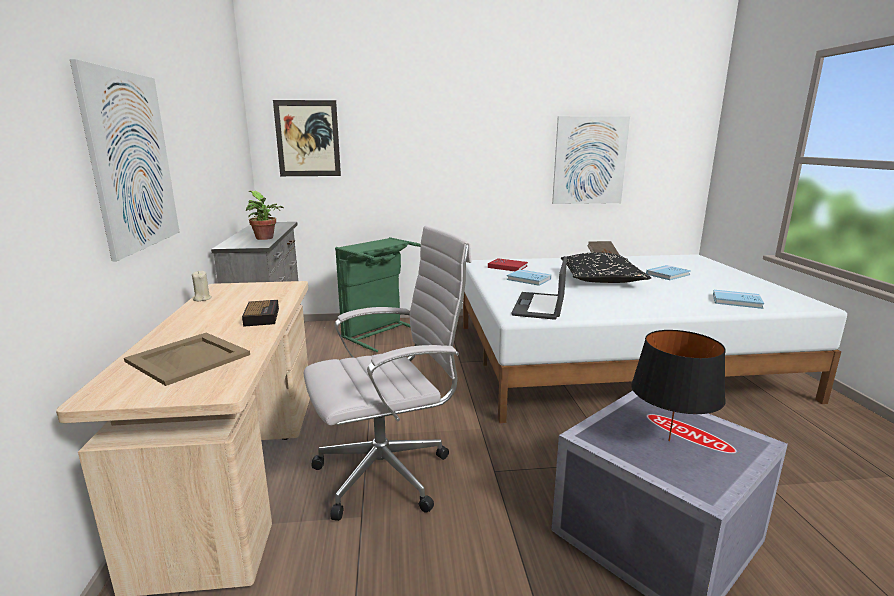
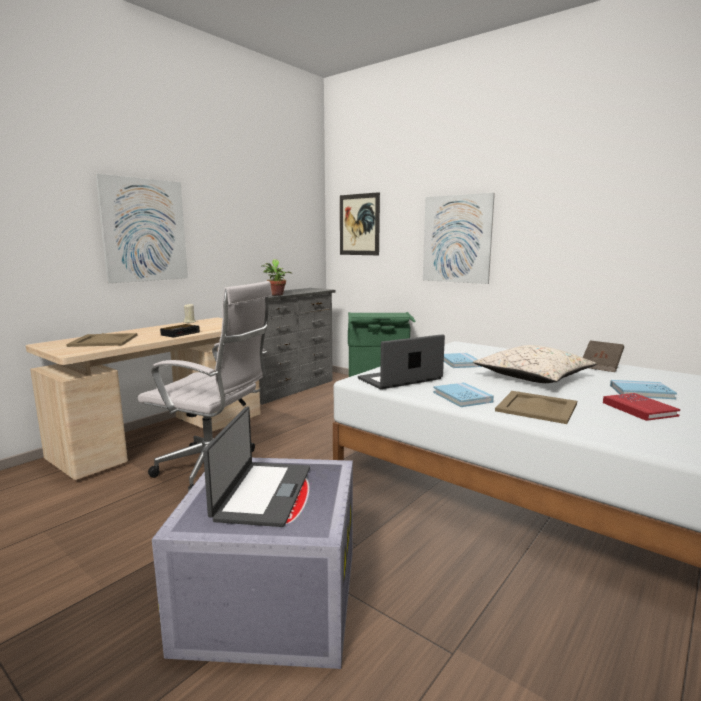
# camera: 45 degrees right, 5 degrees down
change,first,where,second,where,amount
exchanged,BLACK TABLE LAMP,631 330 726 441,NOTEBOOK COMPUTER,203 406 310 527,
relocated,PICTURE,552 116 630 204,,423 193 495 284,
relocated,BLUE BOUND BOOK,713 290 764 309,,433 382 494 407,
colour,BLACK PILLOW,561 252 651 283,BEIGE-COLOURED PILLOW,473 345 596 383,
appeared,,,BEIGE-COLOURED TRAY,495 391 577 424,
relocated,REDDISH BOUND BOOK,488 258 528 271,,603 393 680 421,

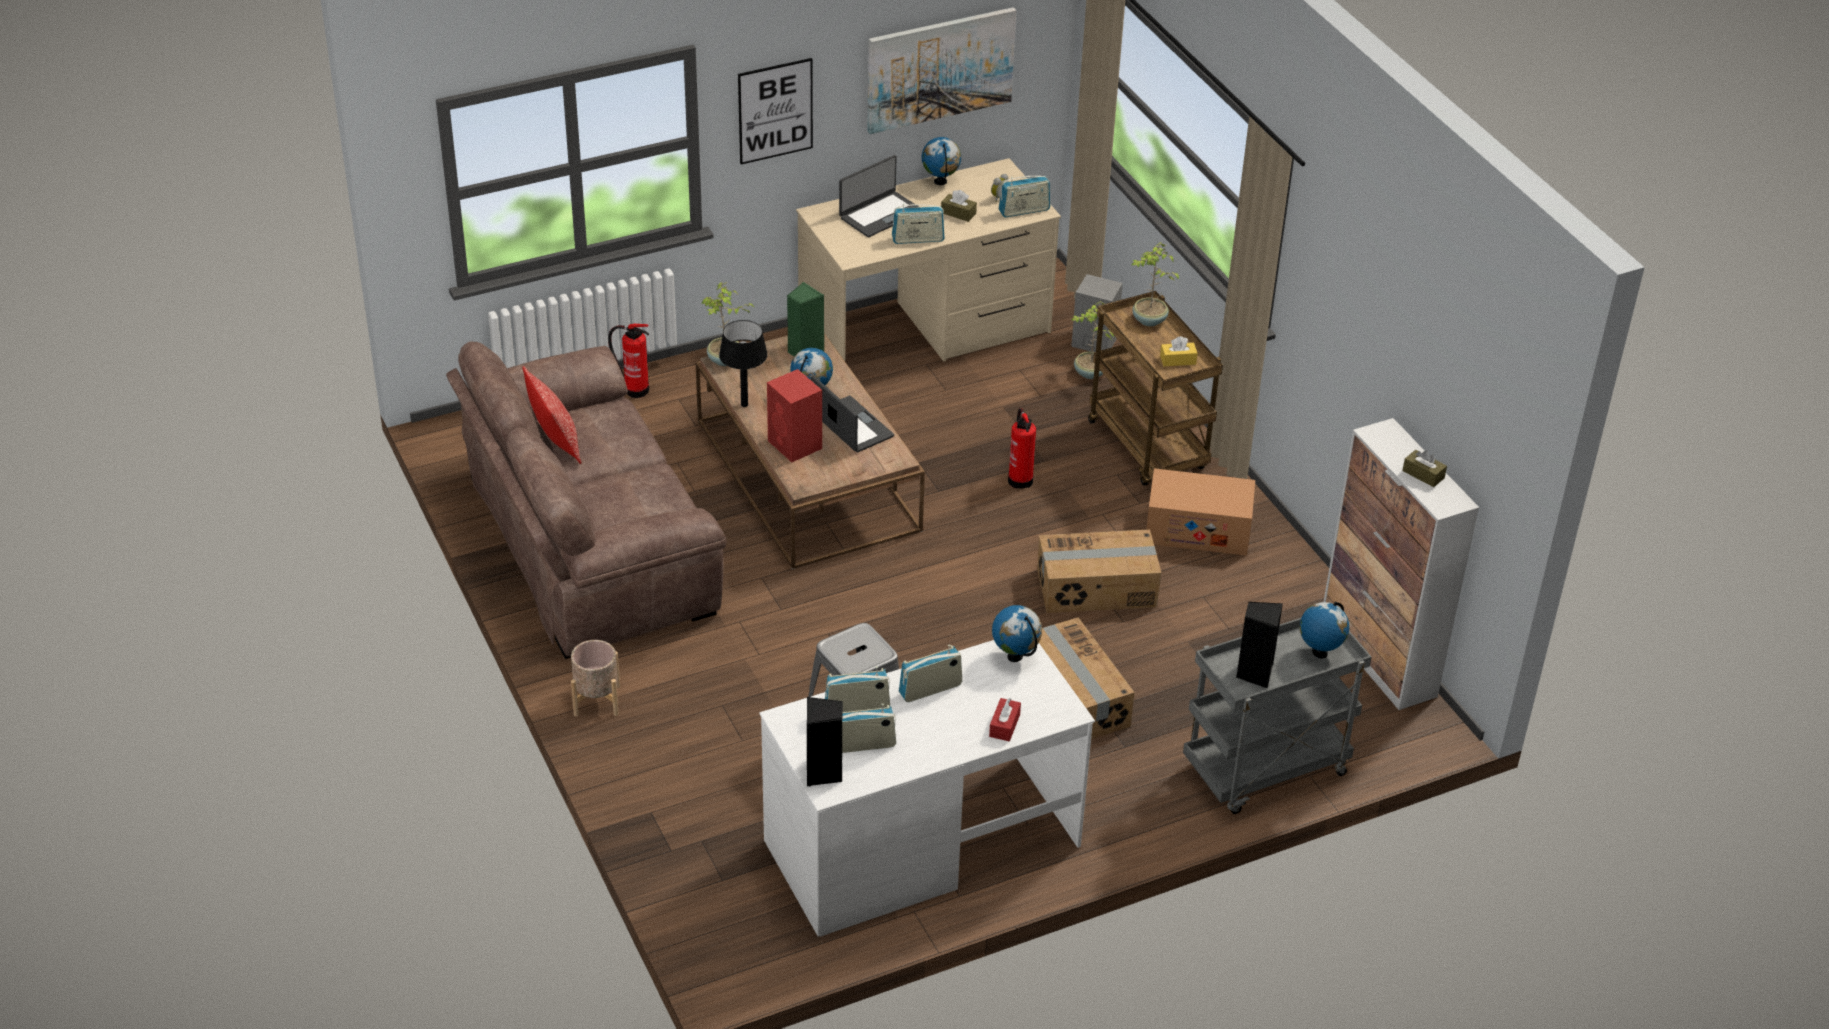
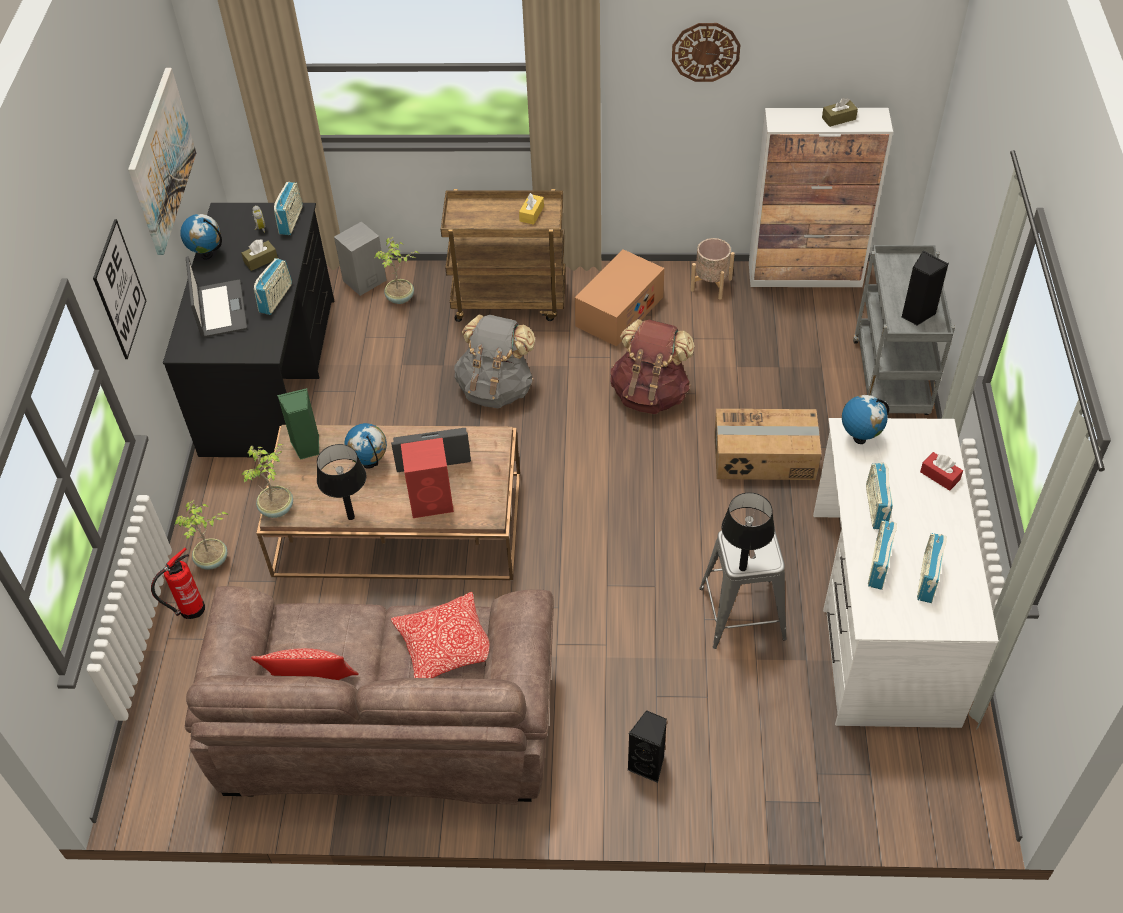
# camera: 60 degrees left, 10 degrees up
change,first,where,second,where,amount
colour,BEIGE-COLOURED DESK TABLE,796 158 1061 362,BLACK DESK TABLE,163 203 334 457,
relocated,HOUSEPLANT,1132 242 1179 326,,174 500 228 570,
appeared,,,PILLOW,391 592 489 678,
exchanged,EXTINGUISHER,1008 408 1036 489,GRAY RUCKSACK,454 315 535 408,
exchanged,CARDBOARD BOX,1037 529 1161 613,BROWN-COLOURED RUCKSACK,610 319 695 414,
relocated,BLACK SPEAKER,807 697 843 786,,628 710 667 783,
appeared,,,HANGING CLOCK,672 23 740 82,
relocated,BEIGE-COLOURED PLANTER,571 640 620 717,,691 238 735 300,
appeared,,,BLACK TABLE LAMP,722 492 775 571,
missing,GLOBE,1300 602 1349 658,,,

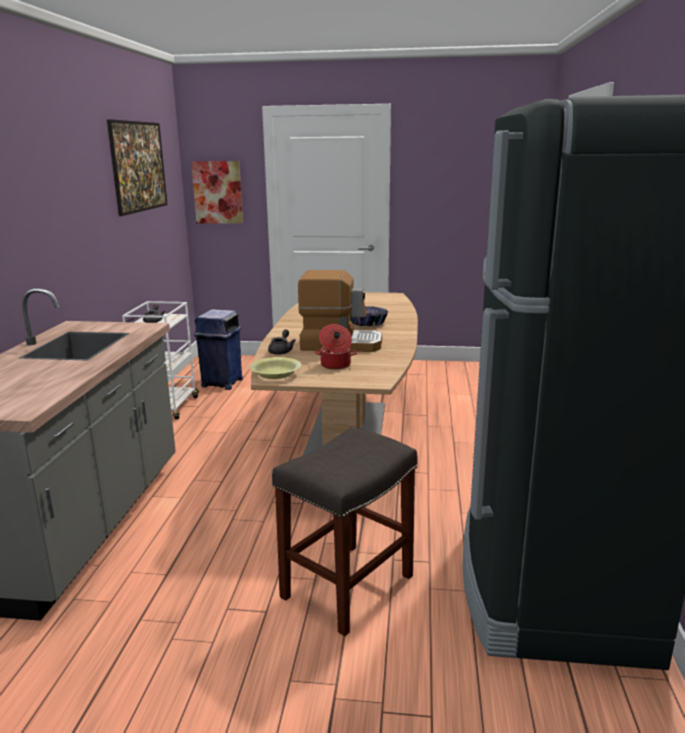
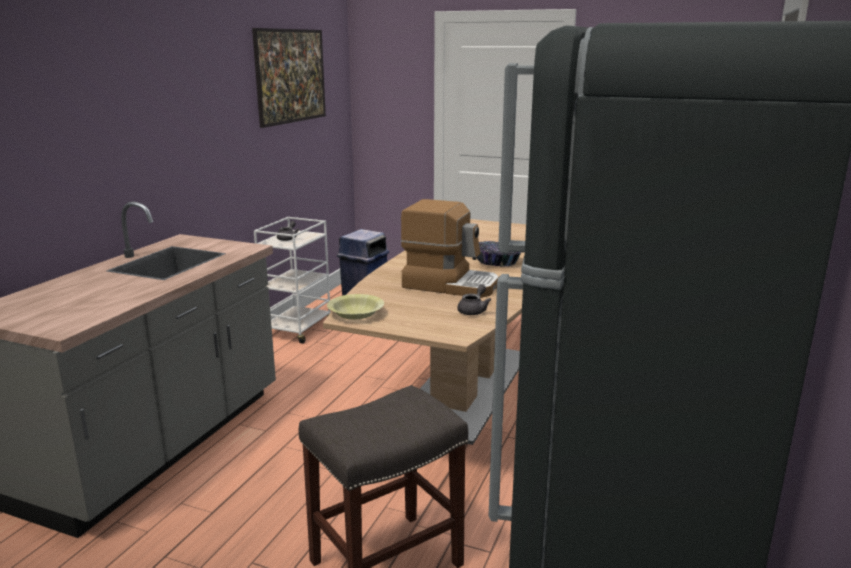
# camera: 15 degrees right, 0 degrees up
change,first,where,second,where,amount
relocated,GRAY POT FOR TEA,268 330 296 355,,457 284 491 315,
missing,PICTURE,191 161 243 224,,,
missing,COOKING POT,314 324 357 370,,,

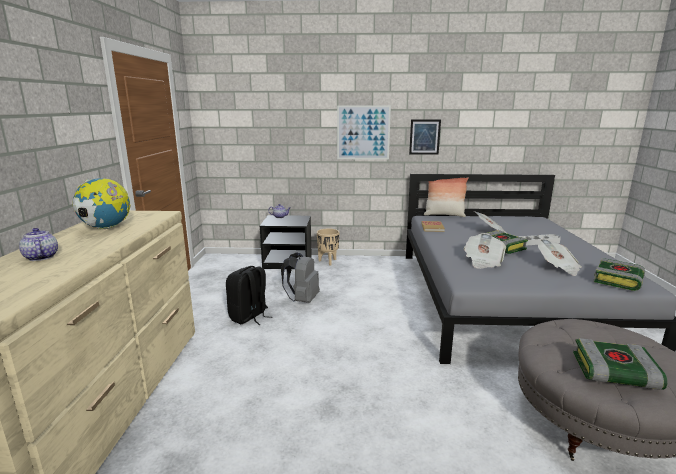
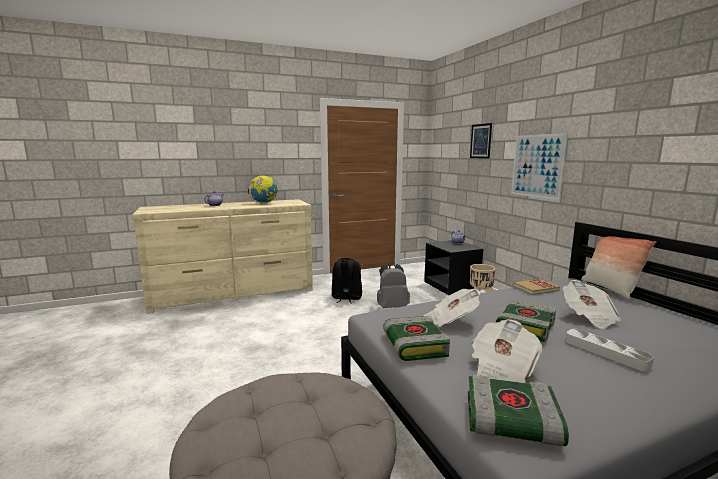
# camera: 65 degrees right, 5 degrees down
change,first,where,second,where,amount
relocated,BOUND BOOK,573 338 667 390,,383 316 450 361,
relocated,PICTURE,409 120 441 155,,470 123 492 159,

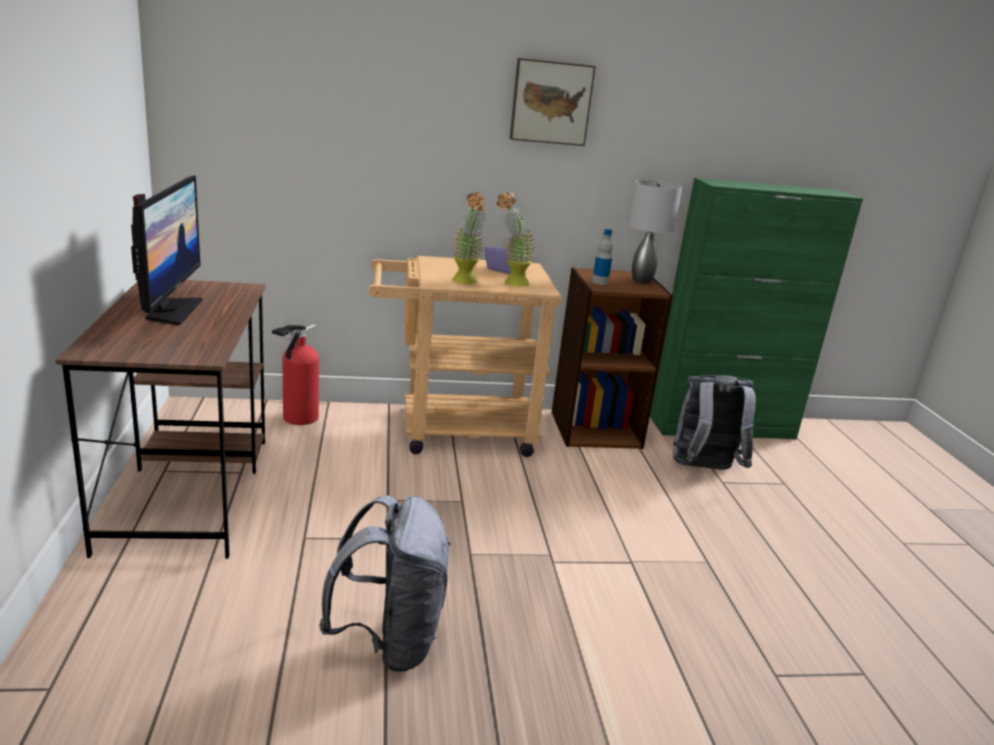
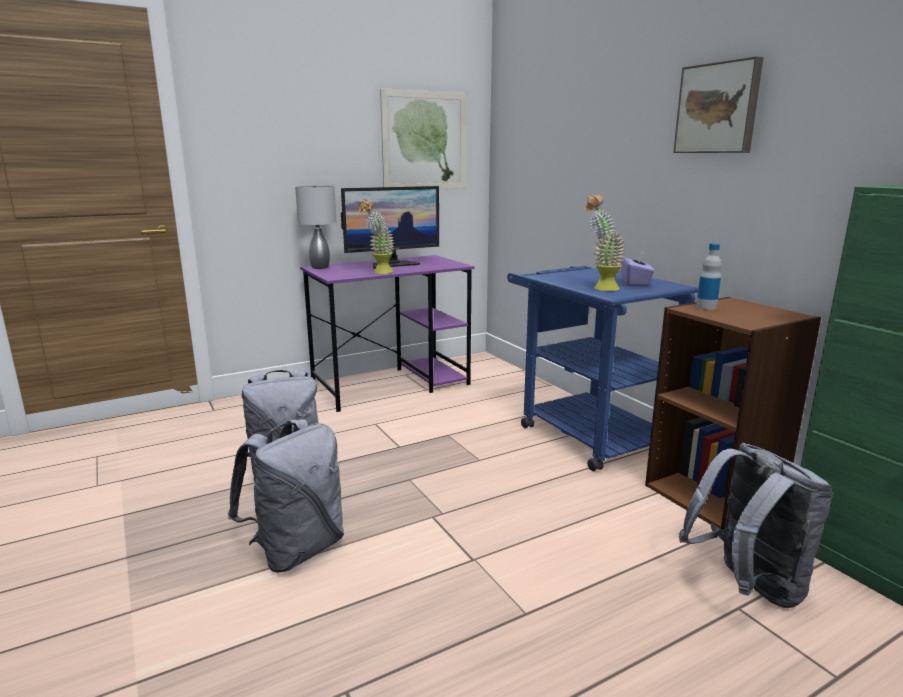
# camera: 70 degrees right, 5 degrees down
change,first,where,second,where,amount
appeared,,,GRAY RUCKSACK,228 419 344 573,
relocated,GRAY TABLE LAMP,628 180 682 283,,295 185 337 269,
colour,BROWN-COLOURED DESK TABLE,55 280 266 559,PURPLISH DESK TABLE,300 255 475 412,
relocated,HOUSEPLANT,451 192 486 284,,358 199 395 274,
appeared,,,PICTURE,380 89 466 189,
colour,BEIGE-COLOURED CART,368 256 562 457,BLUE CART,507 266 698 471,
missing,EXTINGUISHER,272 324 319 425,,,

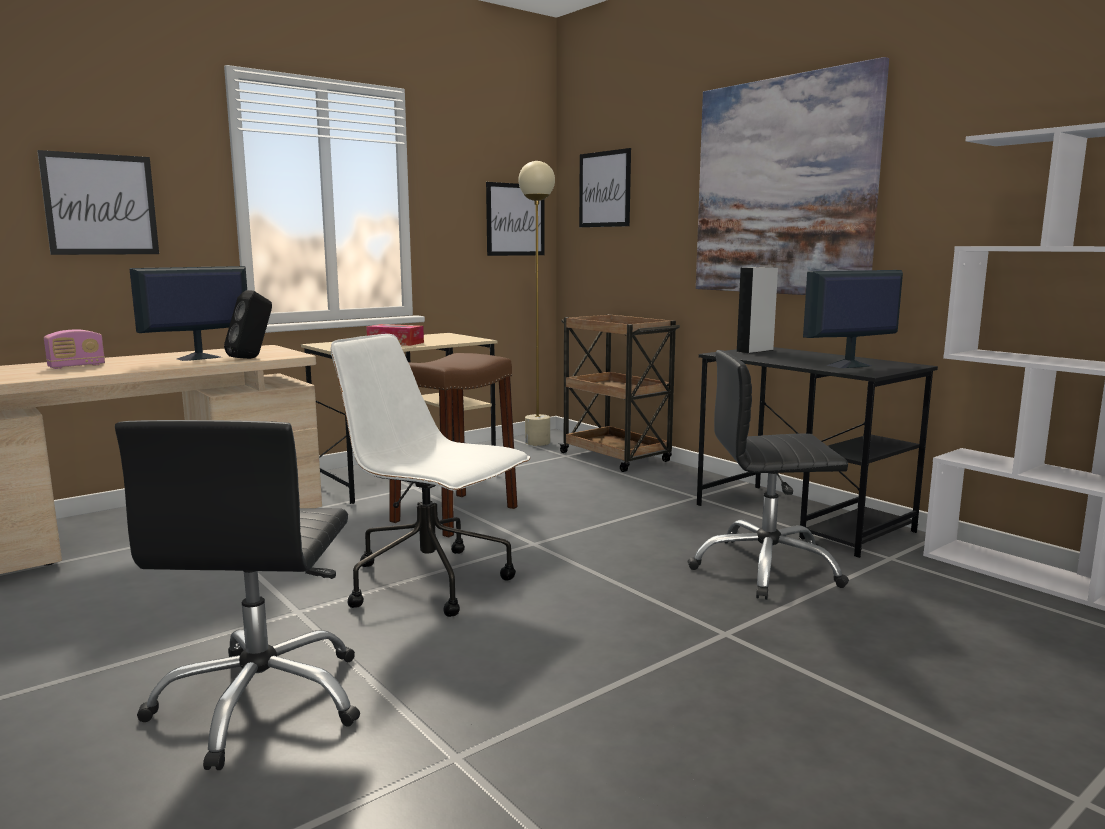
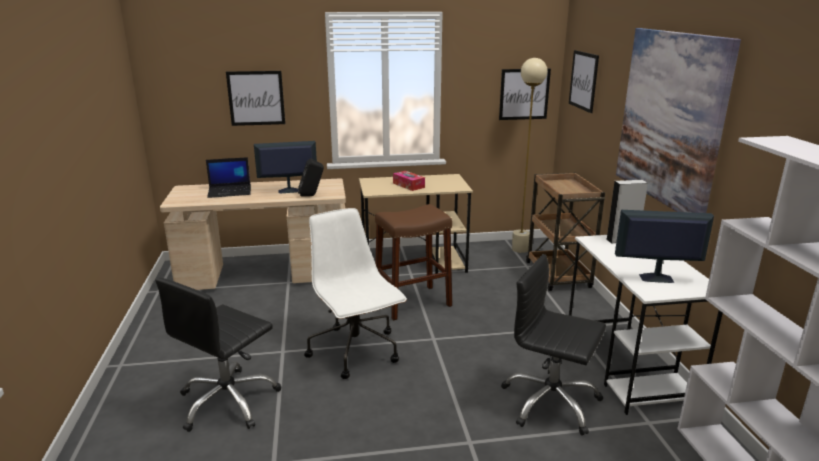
# camera: 30 degrees right, 10 degrees up
change,first,where,second,where,amount
exchanged,RADIO,44 330 105 369,NOTEBOOK COMPUTER,206 157 251 198,
colour,BLACK DESK TABLE,696 347 938 558,WHITE-COLOURED DESK TABLE,569 235 723 415,

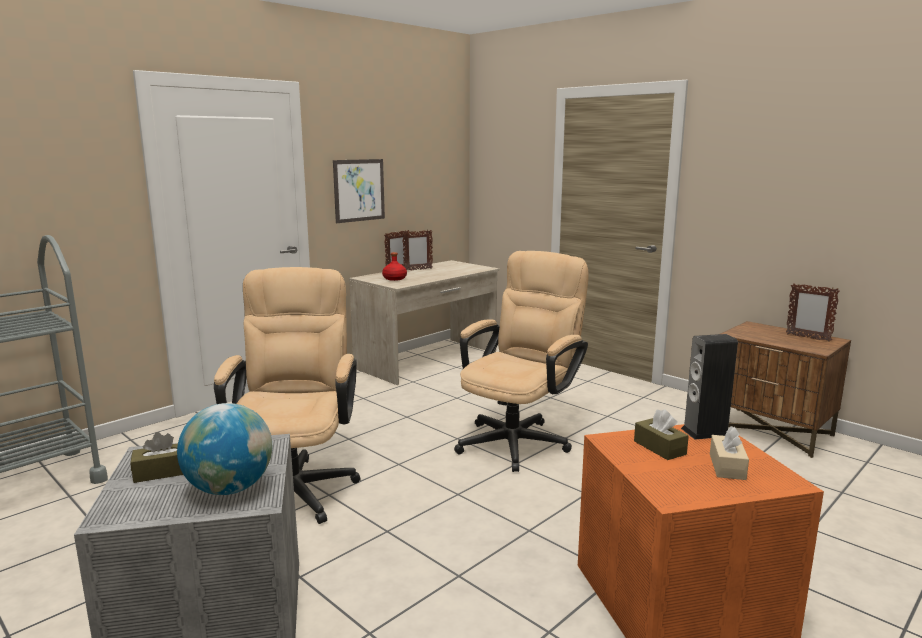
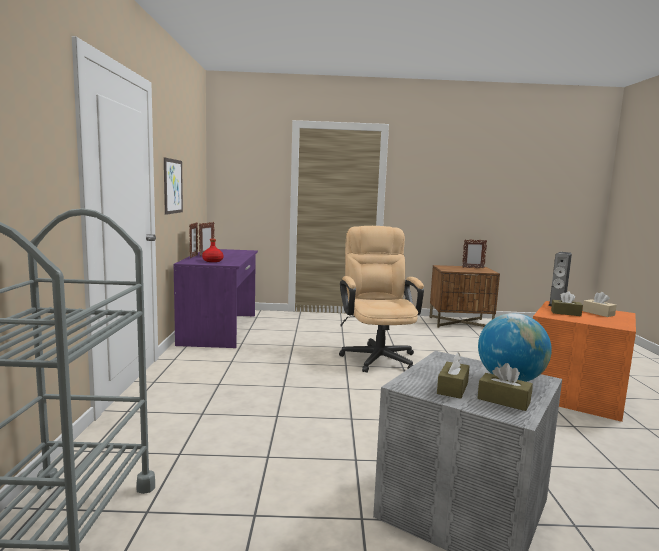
# camera: 45 degrees left, 5 degrees down
change,first,where,second,where,amount
colour,BEIGE-COLOURED DESK TABLE,349 260 499 385,PURPLISH DESK TABLE,174 249 258 348,
appeared,,,BROWN-COLOURED TISSUE BOX,478 363 533 411,
missing,BEIGE-COLOURED COMPUTER CHAIR,214 267 361 524,,,

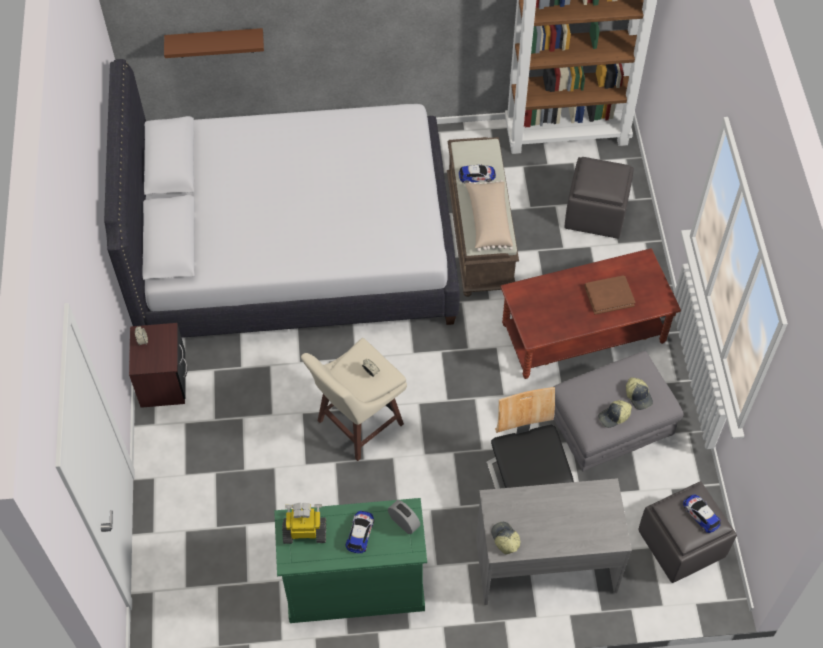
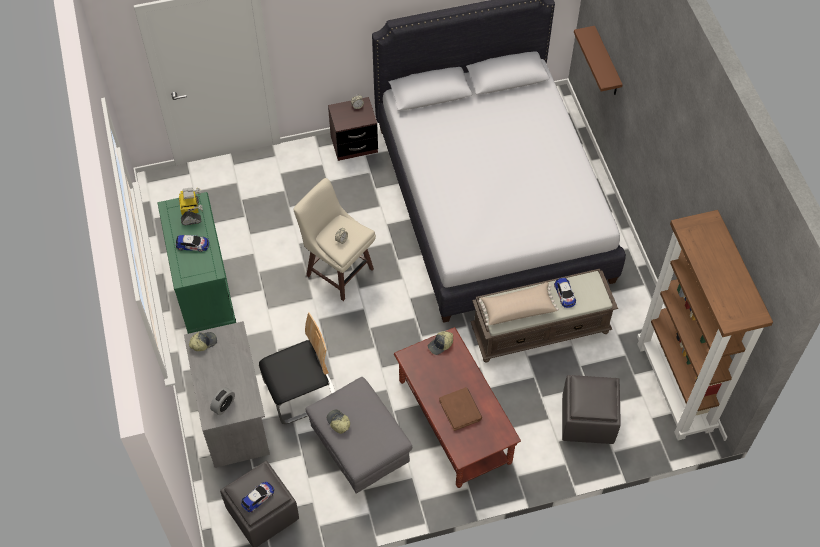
# camera: 80 degrees right, 0 degrees up
change,first,where,second,where,amount
relocated,TABLE CLOCK,388 500 420 534,,210 387 235 415,
relocated,PEAKED CAP,626 377 653 410,,428 331 453 355,

